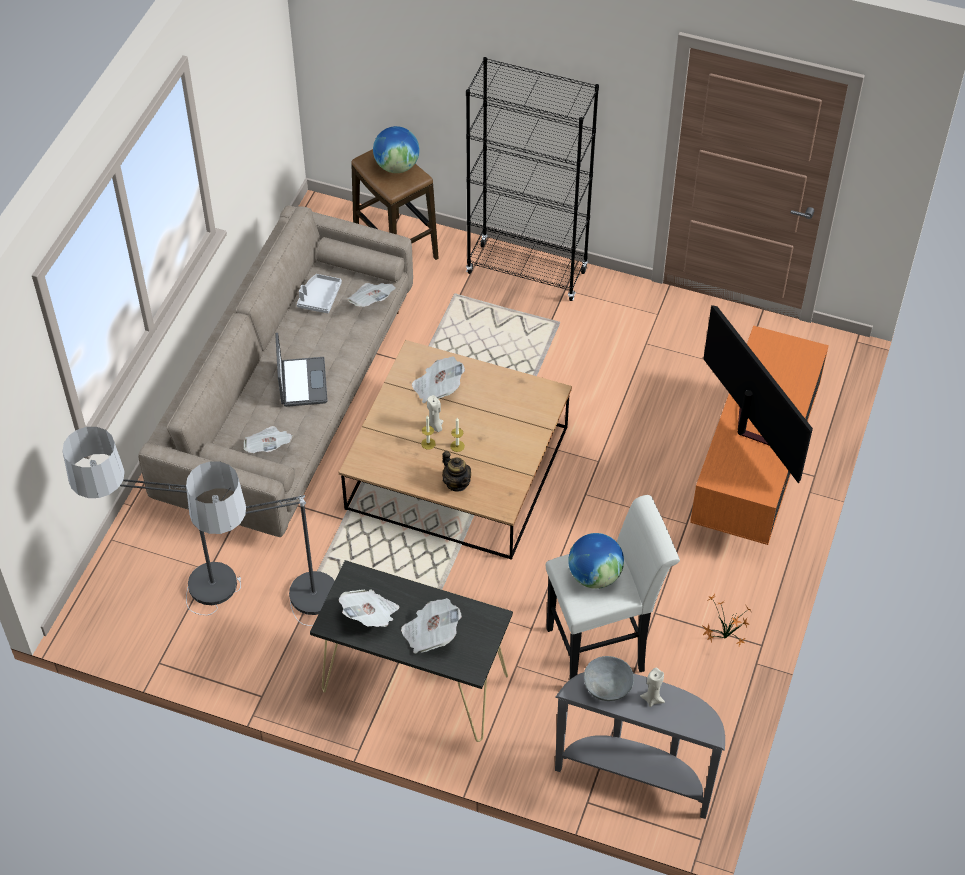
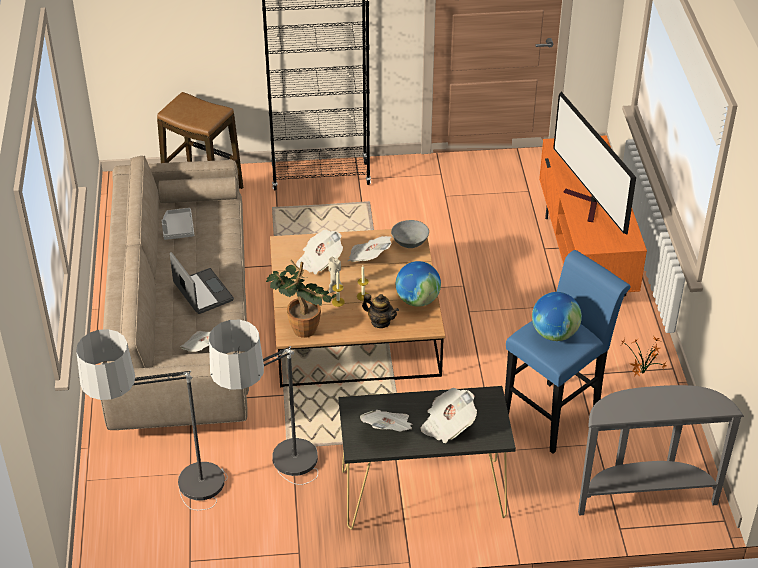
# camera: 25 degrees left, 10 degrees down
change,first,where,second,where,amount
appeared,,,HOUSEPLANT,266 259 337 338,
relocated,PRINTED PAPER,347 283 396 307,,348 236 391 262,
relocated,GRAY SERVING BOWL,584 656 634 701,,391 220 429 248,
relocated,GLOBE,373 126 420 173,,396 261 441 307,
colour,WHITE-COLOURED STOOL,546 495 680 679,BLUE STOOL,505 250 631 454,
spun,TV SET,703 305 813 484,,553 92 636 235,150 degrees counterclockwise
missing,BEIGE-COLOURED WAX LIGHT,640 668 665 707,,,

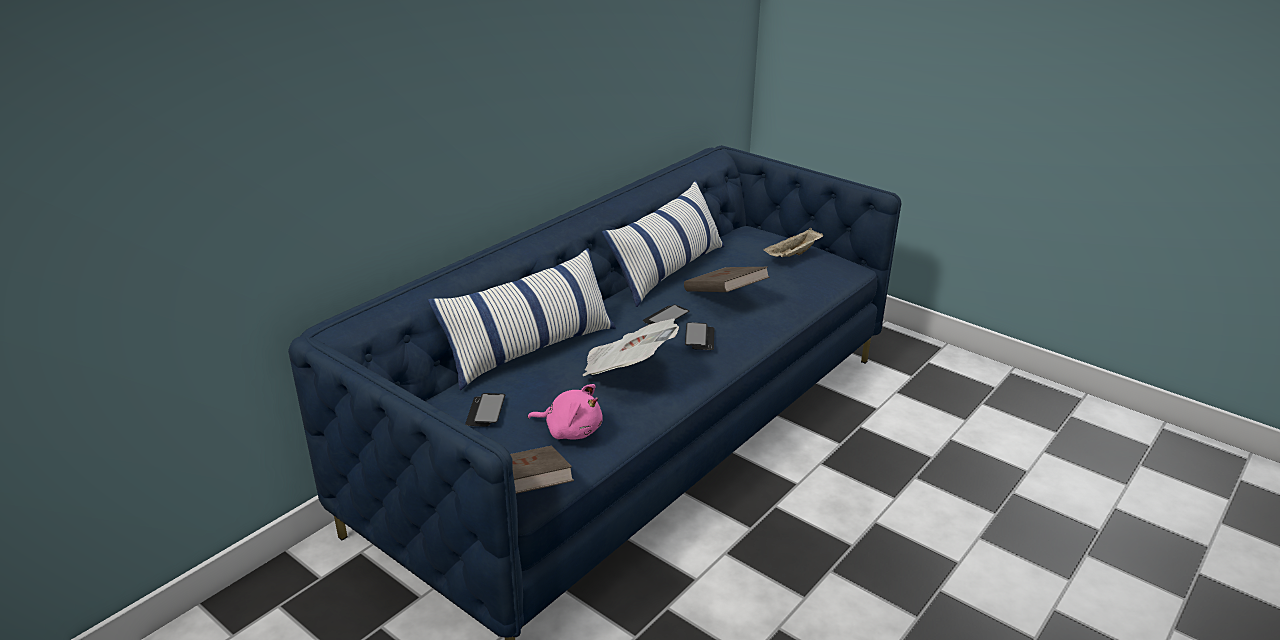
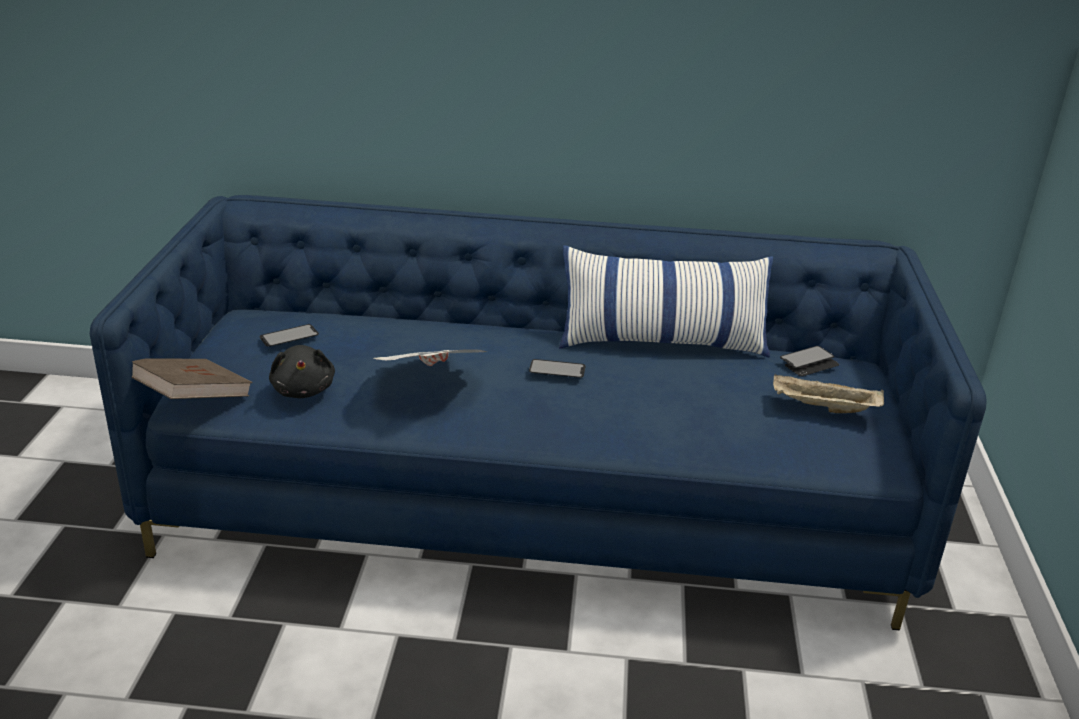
# camera: 55 degrees right, 0 degrees up
change,first,where,second,where,amount
colour,PINK-COLOURED SOFT TOY,528 384 602 440,BLACK SOFT TOY,269 345 335 398,
relocated,PHONE,685 322 714 350,,780 346 839 377,
missing,PILLOW,428 248 616 390,,,
missing,BROWN-COLOURED BOUND BOOK,684 267 770 292,,,

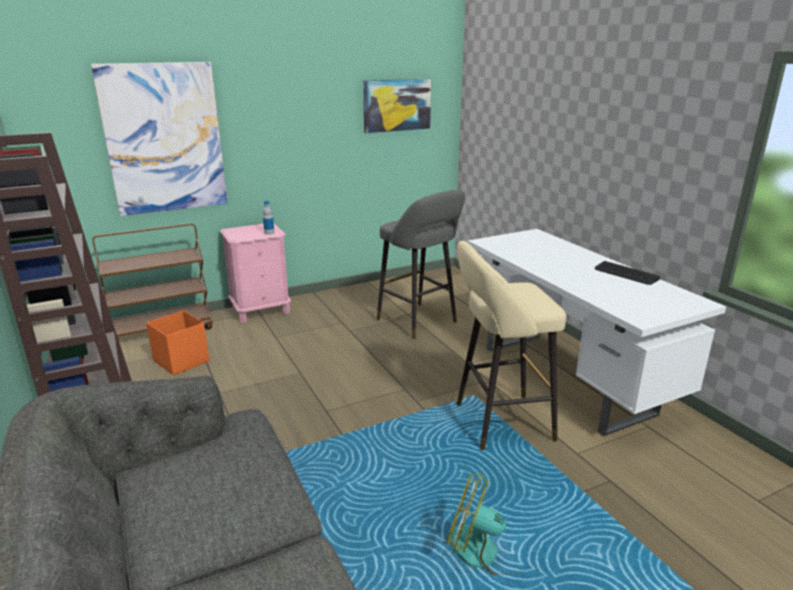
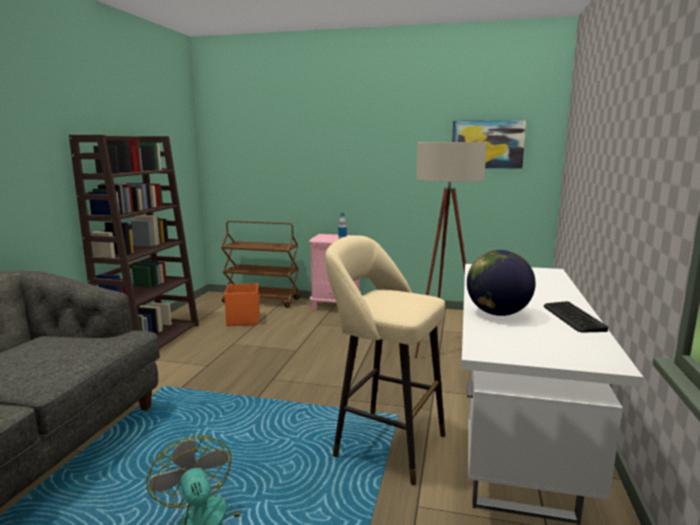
# camera: 40 degrees right, 10 degrees down
change,first,where,second,where,amount
exchanged,GRAY STOOL,377 190 465 339,BEIGE-COLOURED STANDARD LAMP,415 142 487 359,
appeared,,,GLOBE,467 250 536 316,
missing,PICTURE,91 62 227 216,,,

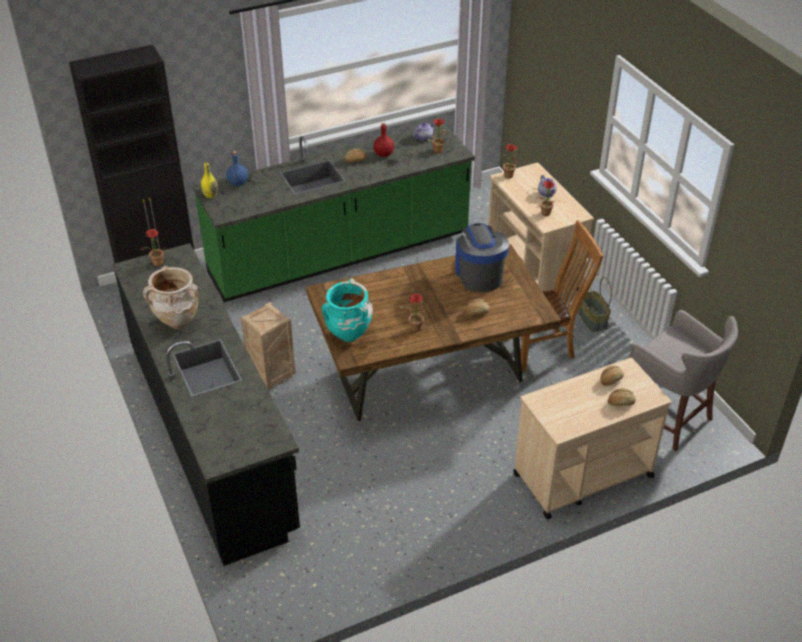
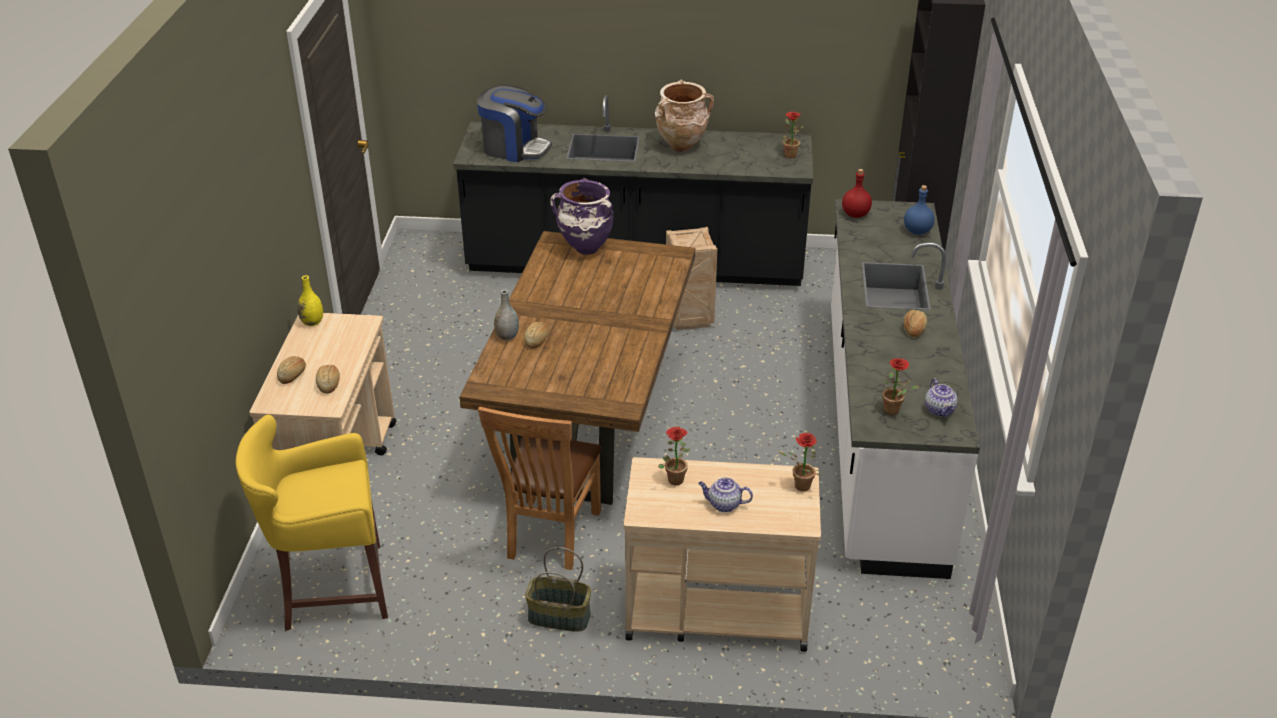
# camera: 120 degrees right, 5 degrees down
change,first,where,second,where,amount
colour,GRAY STOOL,629 310 738 451,YELLOW STOOL,235 415 388 631,
relocated,YELLOW FLOWER VASE,201 162 218 198,,298 275 323 326,
relocated,COFFEE MACHINE,455 223 509 292,,477 85 552 162,
appeared,,,GRAY FLOWER VASE,494 289 519 340,
colour,TURQUOISE FLOWER VASE,322 278 373 342,PURPLISH FLOWER VASE,550 178 613 255,
colour,GREEN-COLOURED KITCHEN COUNTER,193 123 475 302,WHITE-COLOURED KITCHEN COUNTER,831 199 980 579,
relocated,REDDISH BEVERAGE BOTTLE,374 123 394 157,,842 169 872 218,
missing,HOUSEPLANT,399 294 426 332,,,

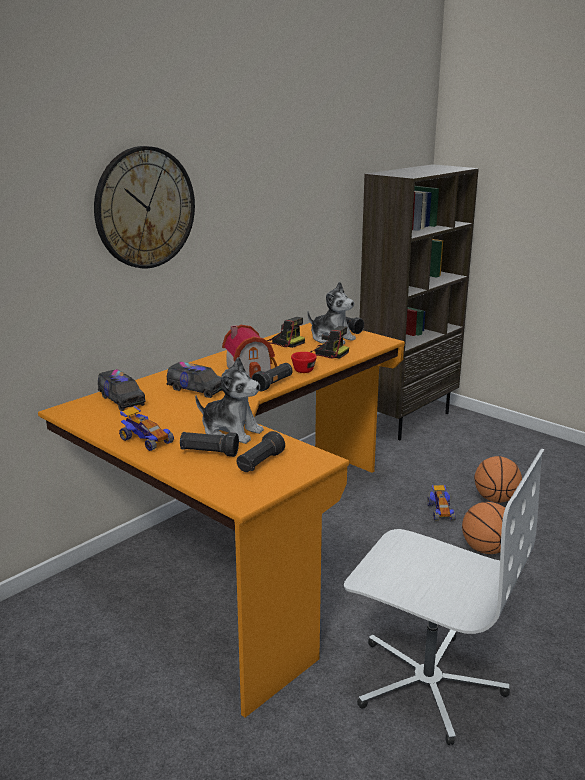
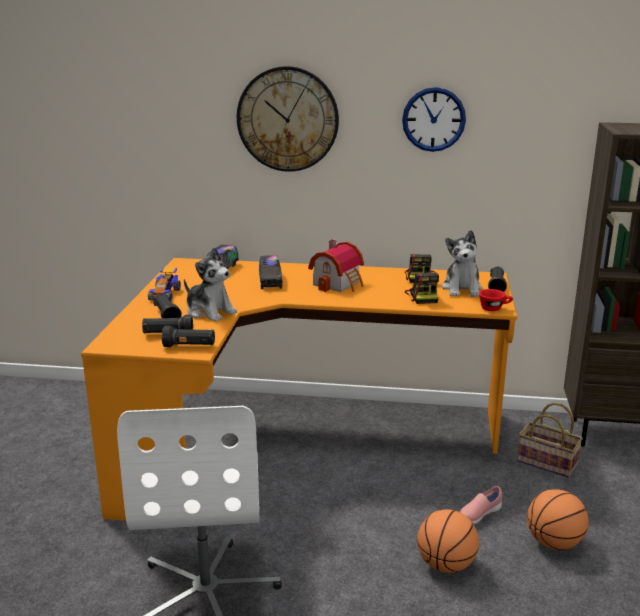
# camera: 55 degrees right, 0 degrees up
change,first,where,second,where,amount
relocated,BLACK TORCH,252 363 293 391,,162 326 215 347,
spun,SOFT TOY,195 357 264 444,,184 247 237 322,45 degrees counterclockwise
appeared,,,HANGING CLOCK,402 87 466 152,
exchanged,MINIATURE CAR,427 485 456 521,PINK-COLOURED SHOE,459 486 503 524,
relocated,REDDISH SMALL CUP,291 352 317 373,,479 289 513 311,
appeared,,,STORAGE BASKET,517 402 583 478,

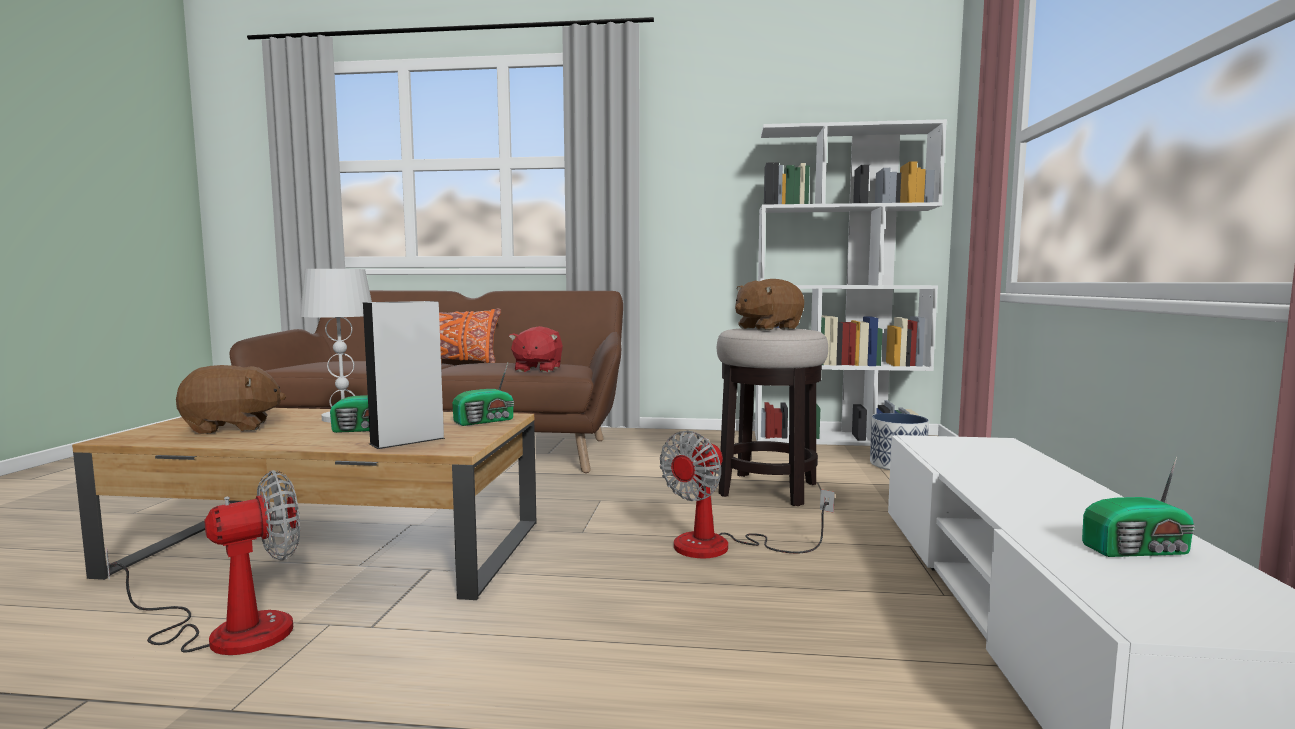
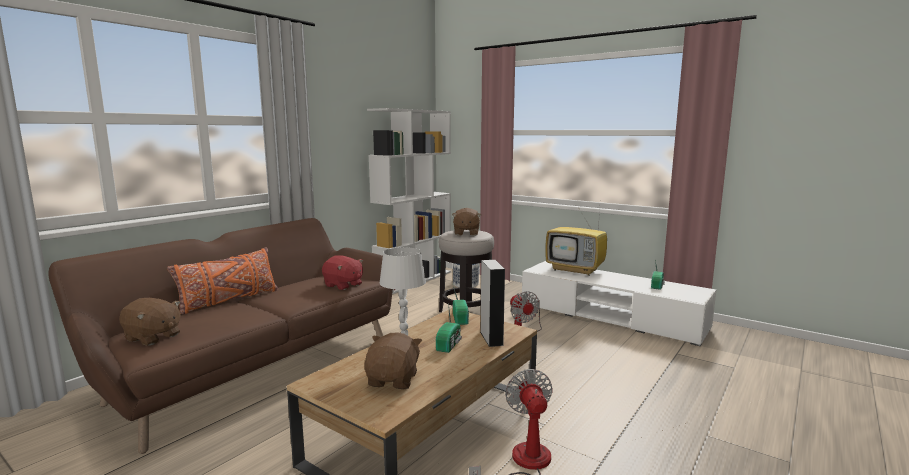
# camera: 60 degrees left, 5 degrees up
change,first,where,second,where,amount
appeared,,,BROWN-COLOURED SOFT TOY,119 298 181 346,
appeared,,,TV SET,545 209 607 276,

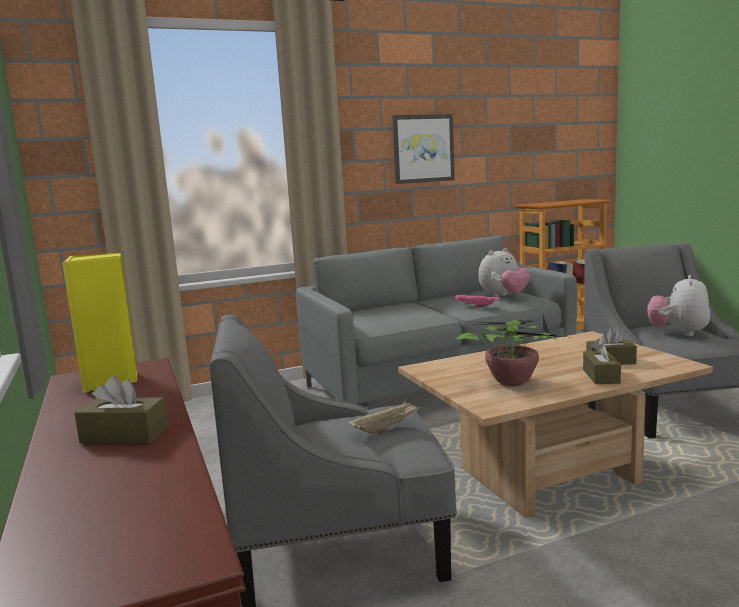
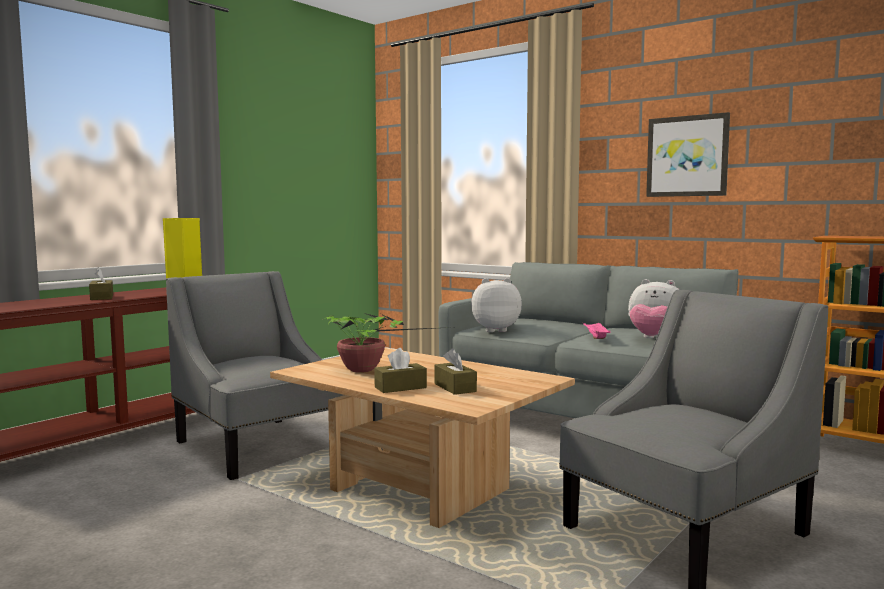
# camera: 60 degrees right, 5 degrees down
change,first,where,second,where,amount
relocated,SOFT TOY,647 275 710 336,,471 278 522 332,
missing,BEIGE-COLOURED TRAY,347 400 423 433,,,

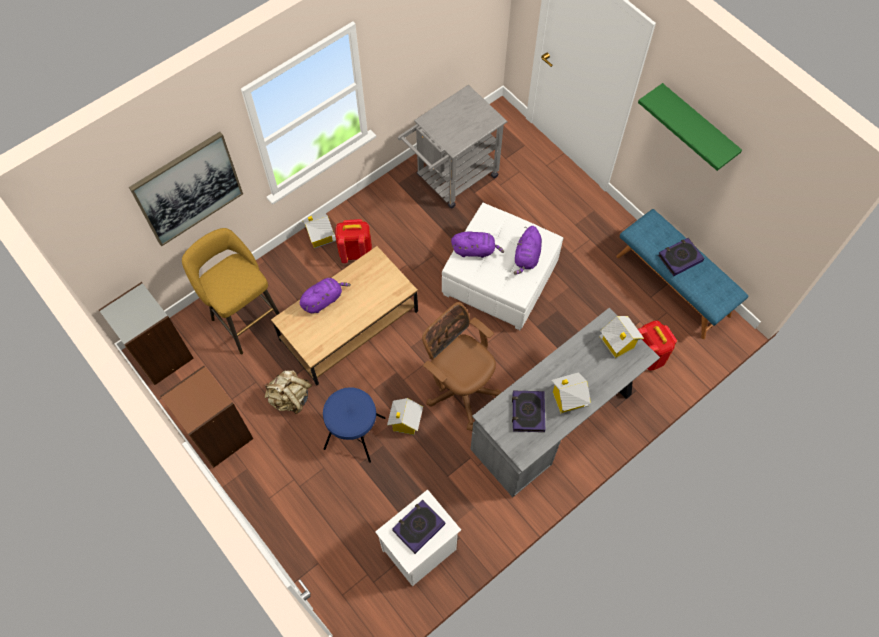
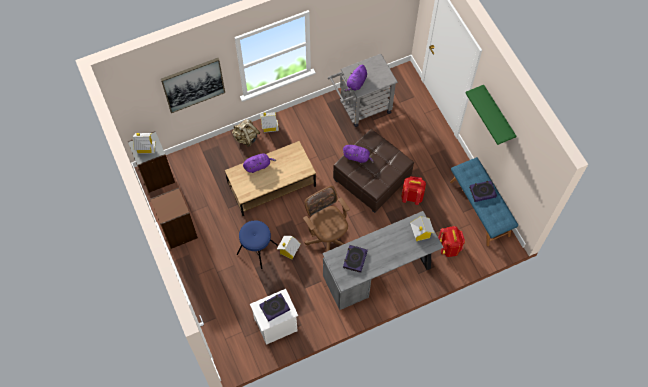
# camera: 15 degrees right, 0 degrees up
change,first,where,second,where,amount
relocated,TOY HOUSE,551 372 591 414,,133 133 155 154,
relocated,BEIGE-COLOURED RUCKSACK,265 370 312 414,,232 119 260 147,
colour,WHITE-COLOURED OTTOMAN,442 203 563 330,BROWN-COLOURED OTTOMAN,333 129 414 213,
relocated,PURPLISH SOFT TOY,514 226 542 275,,344 65 367 91,
relocated,REDDISH RUCKSACK,335 219 372 263,,401 176 426 205,
missing,YELLOW STOOL,182 228 280 354,,,

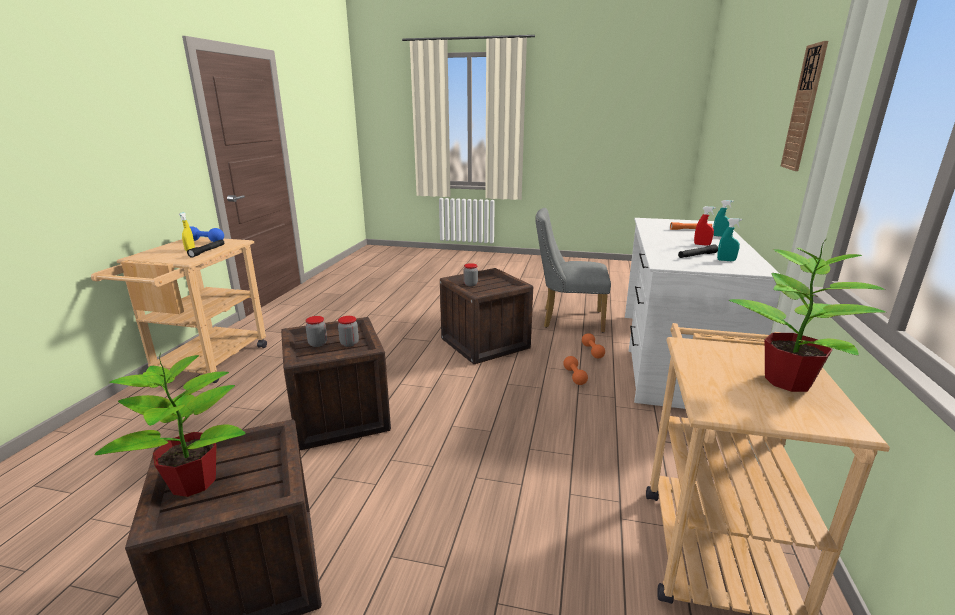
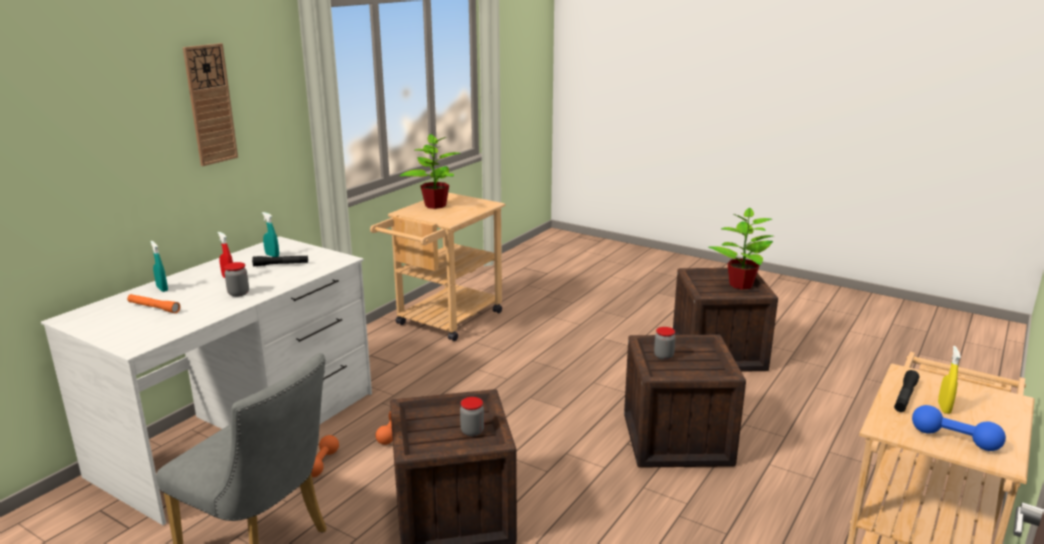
# camera: 160 degrees left, 0 degrees up
change,first,where,second,where,amount
relocated,STORAGE JAR,305 316 327 347,,224 262 249 297,

